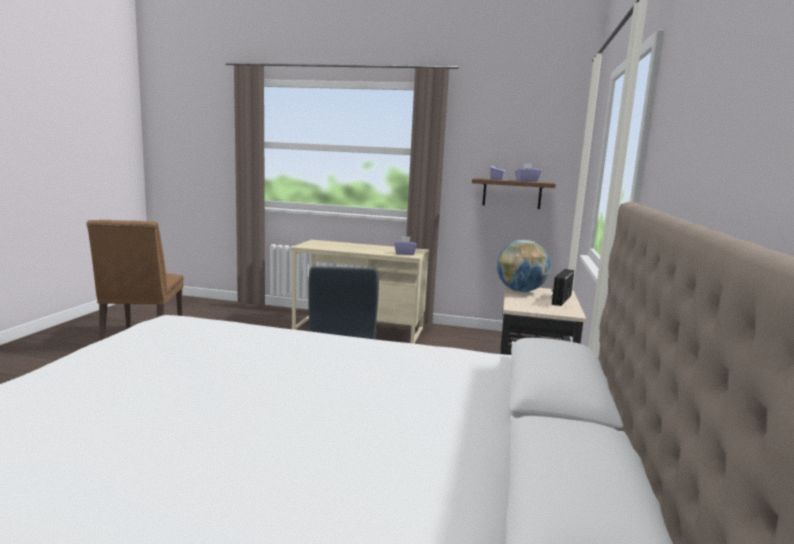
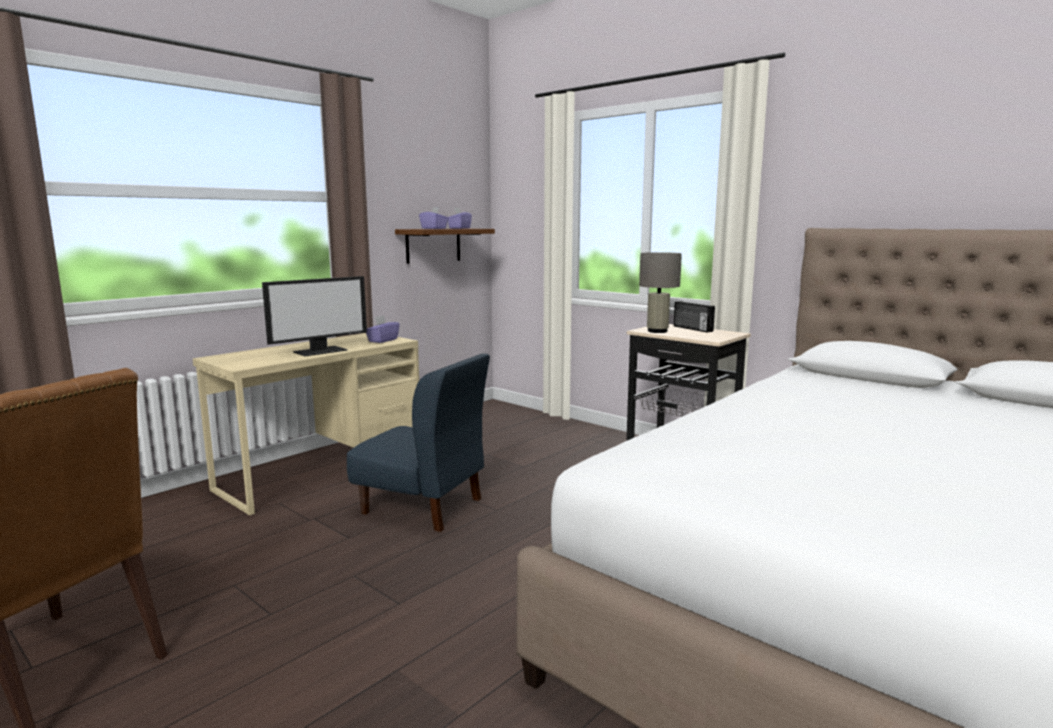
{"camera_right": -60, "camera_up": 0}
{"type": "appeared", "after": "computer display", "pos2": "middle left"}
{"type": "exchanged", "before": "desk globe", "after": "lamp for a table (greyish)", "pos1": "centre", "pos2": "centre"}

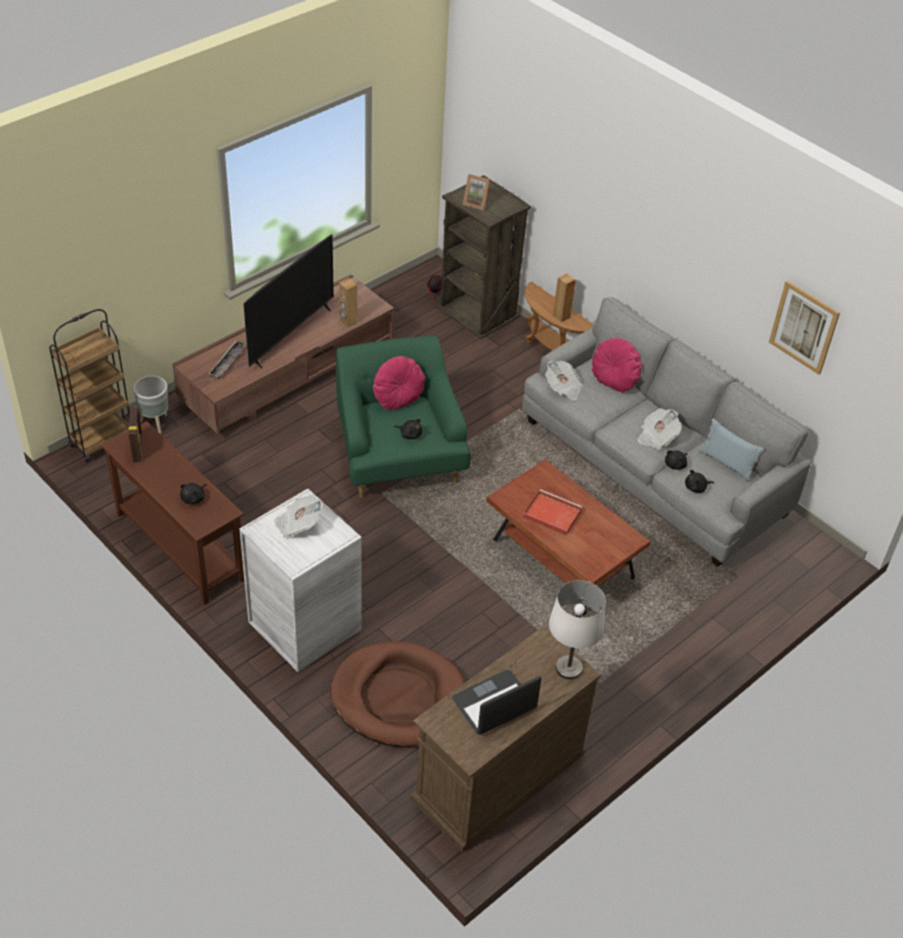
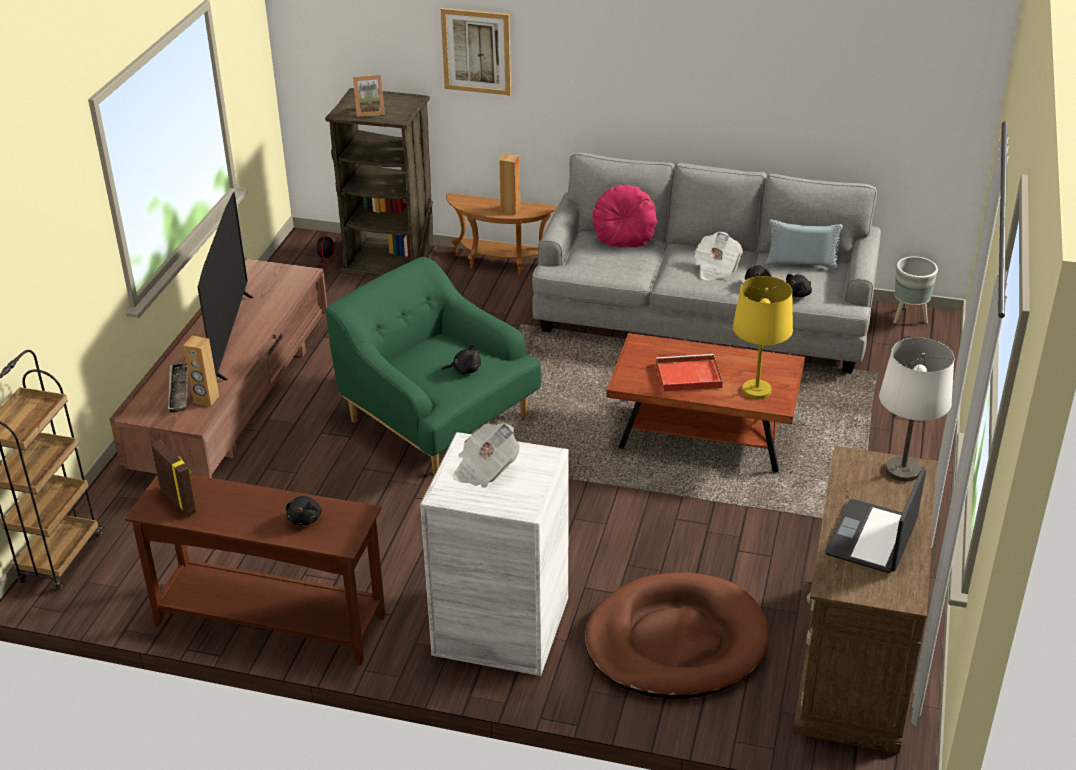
{"camera_right": -30, "camera_up": -10}
{"type": "missing", "before": "throw pillow (pink) (no. 1 from left)", "pos1": "centre"}
{"type": "missing", "before": "daily paper (no. 2 from left)", "pos1": "centre"}
{"type": "appeared", "after": "lamp for a table (yellow)", "pos2": "middle right"}
{"type": "relocated", "before": "planter (greyish)", "pos1": "middle left", "pos2": "middle right"}
{"type": "relocated", "before": "audio speaker (brown) (no. 1 from left)", "pos1": "top centre", "pos2": "middle left"}
{"type": "relocated", "before": "wall picture", "pos1": "middle right", "pos2": "top centre"}

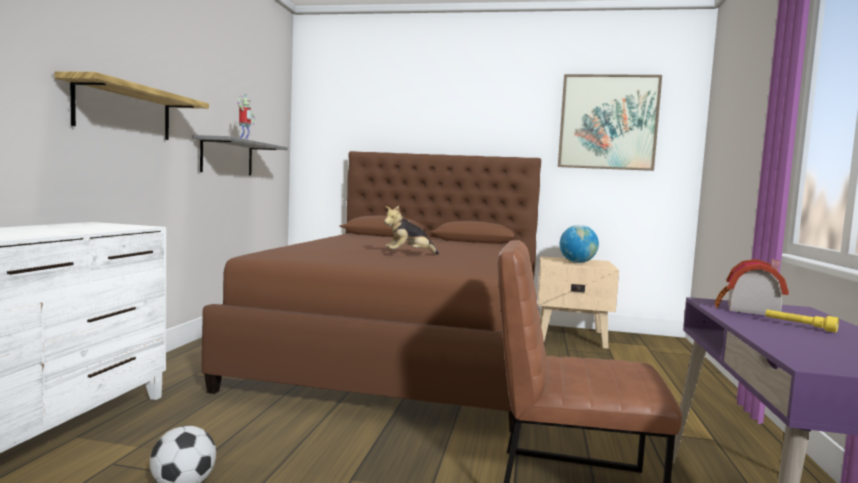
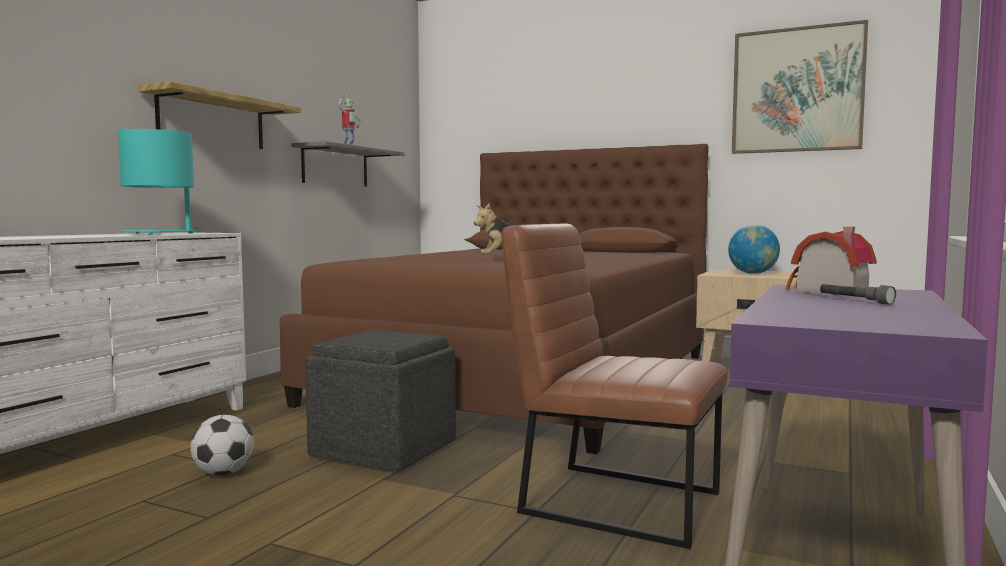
{"camera_right": 15, "camera_up": 0}
{"type": "appeared", "after": "lamp for a table (turquoise)", "pos2": "top left"}
{"type": "appeared", "after": "ottoman (greyish)", "pos2": "bottom centre"}
{"type": "colour", "before": "torch (yellow)", "after": "torch (greyish)", "pos1": "middle right", "pos2": "middle right"}

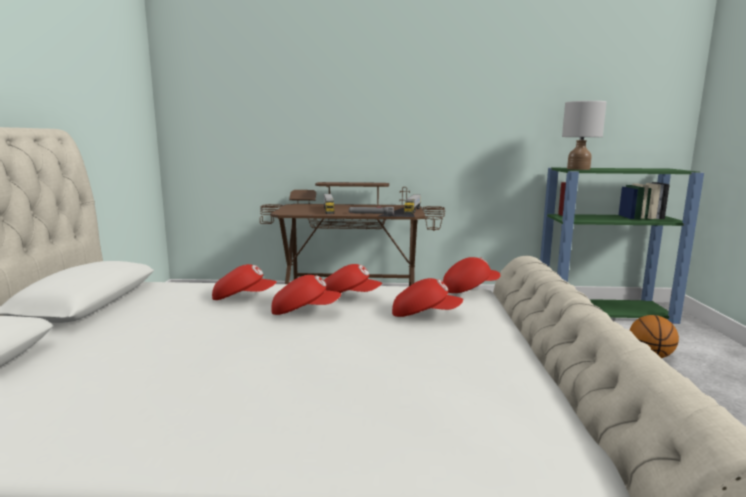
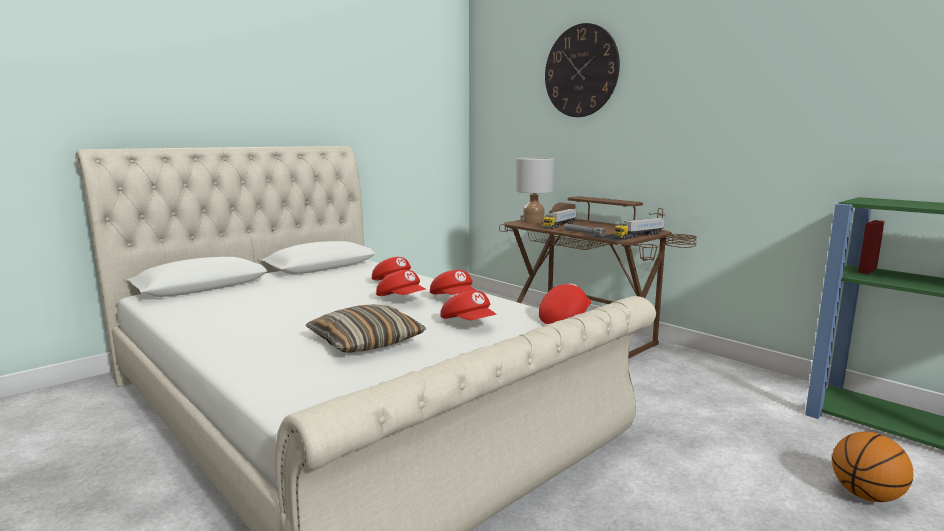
{"camera_right": 45, "camera_up": 0}
{"type": "appeared", "after": "throw pillow", "pos2": "centre"}
{"type": "appeared", "after": "wall clock", "pos2": "top centre"}
{"type": "relocated", "before": "lamp for a table (greyish)", "pos1": "top right", "pos2": "centre"}
{"type": "spun", "before": "baseball cap (red) (no. 5 from left)", "pos1": "centre", "pos2": "centre", "turn": -75}

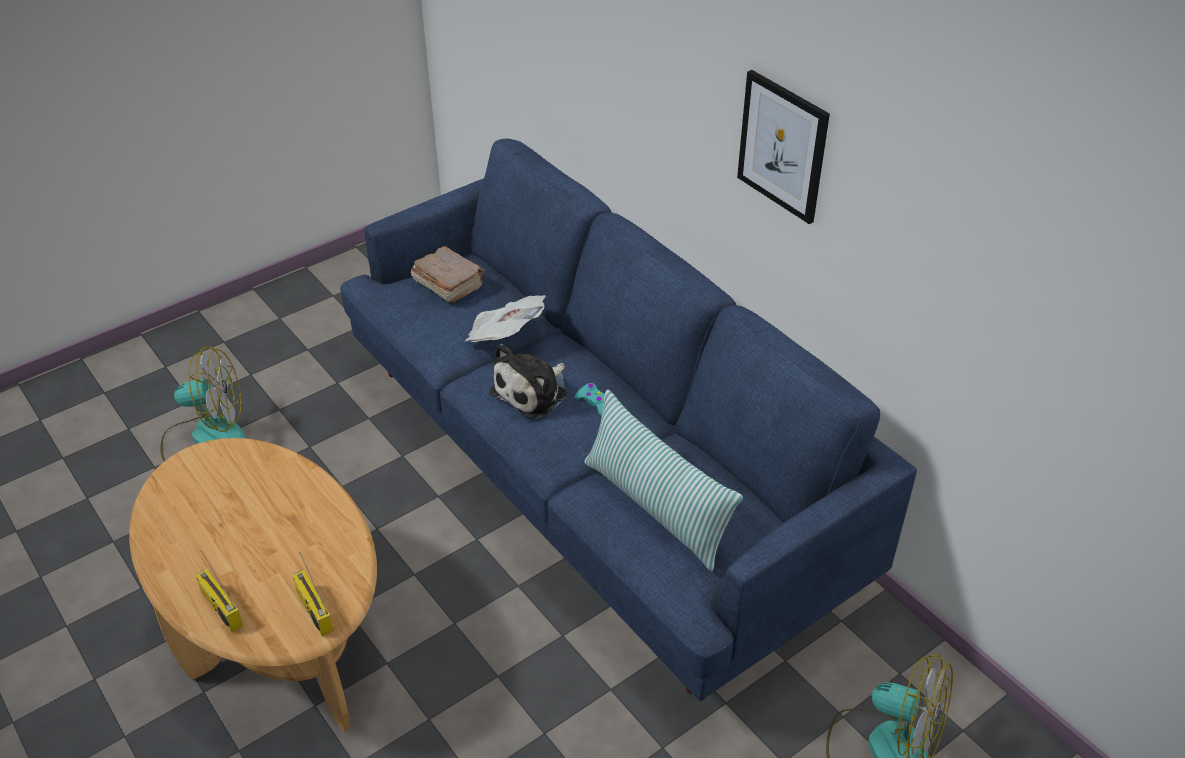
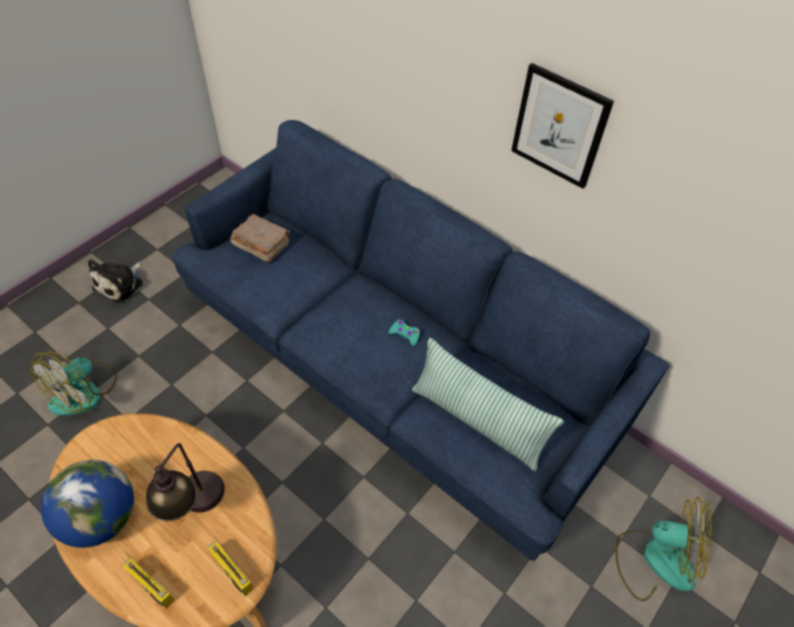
{"camera_right": -15, "camera_up": 10}
{"type": "missing", "before": "daily paper", "pos1": "centre"}
{"type": "appeared", "after": "desk globe", "pos2": "bottom left"}
{"type": "appeared", "after": "lamp for a table", "pos2": "bottom left"}
{"type": "relocated", "before": "plush toy", "pos1": "centre", "pos2": "middle left"}
{"type": "spun", "before": "cooling fan (no. 1 from left)", "pos1": "middle left", "pos2": "middle left", "turn": 135}

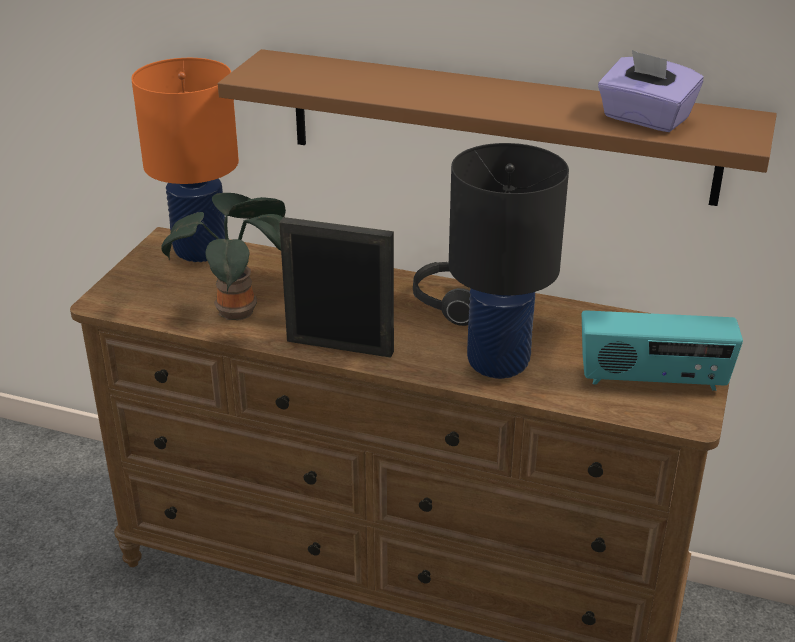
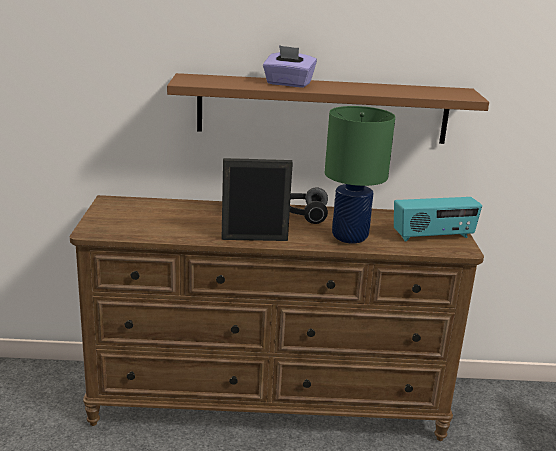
{"camera_right": -20, "camera_up": -10}
{"type": "missing", "before": "lamp for a table (orangey)", "pos1": "top left"}
{"type": "missing", "before": "plant in a pot", "pos1": "middle left"}
{"type": "relocated", "before": "box of tissues (purplish)", "pos1": "top right", "pos2": "top centre"}
{"type": "colour", "before": "lamp for a table (blackish)", "after": "lamp for a table (green-coloured)", "pos1": "centre", "pos2": "centre"}

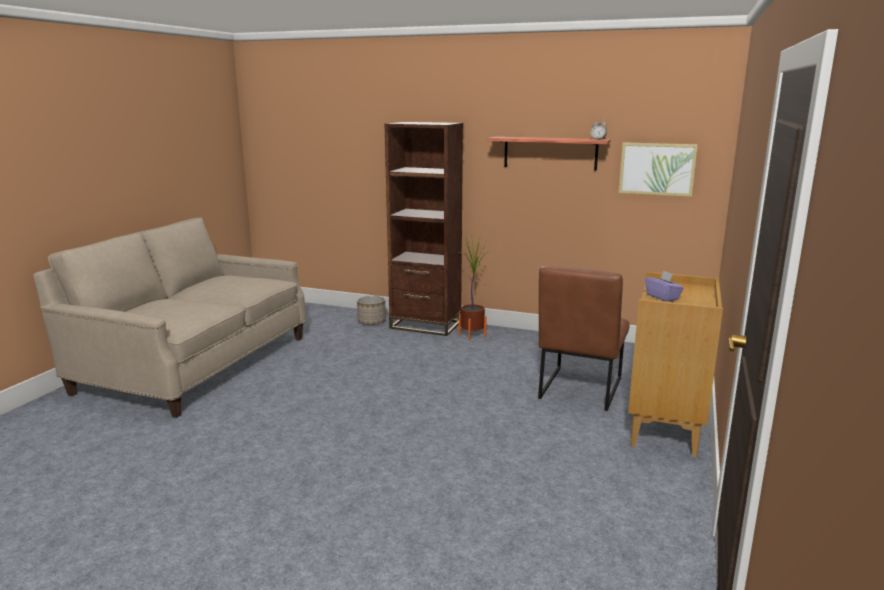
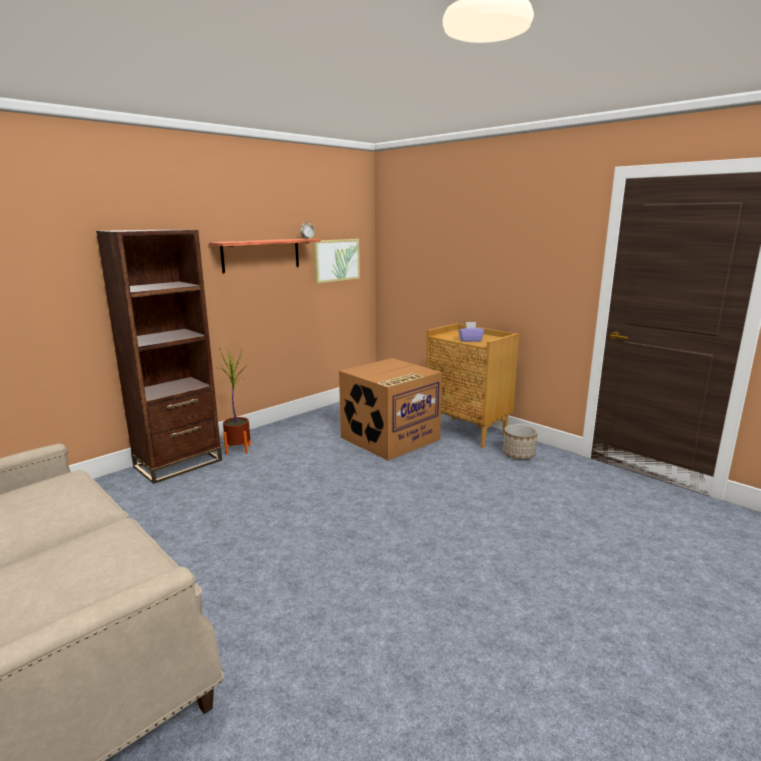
{"camera_right": -65, "camera_up": 0}
{"type": "relocated", "before": "planter", "pos1": "centre", "pos2": "middle right"}
{"type": "exchanged", "before": "plain chair (brown)", "after": "carton", "pos1": "centre", "pos2": "centre"}

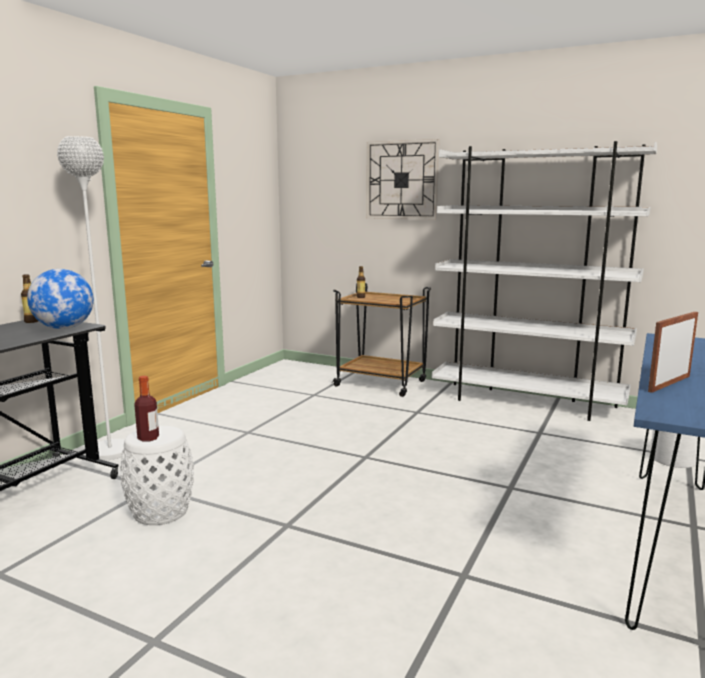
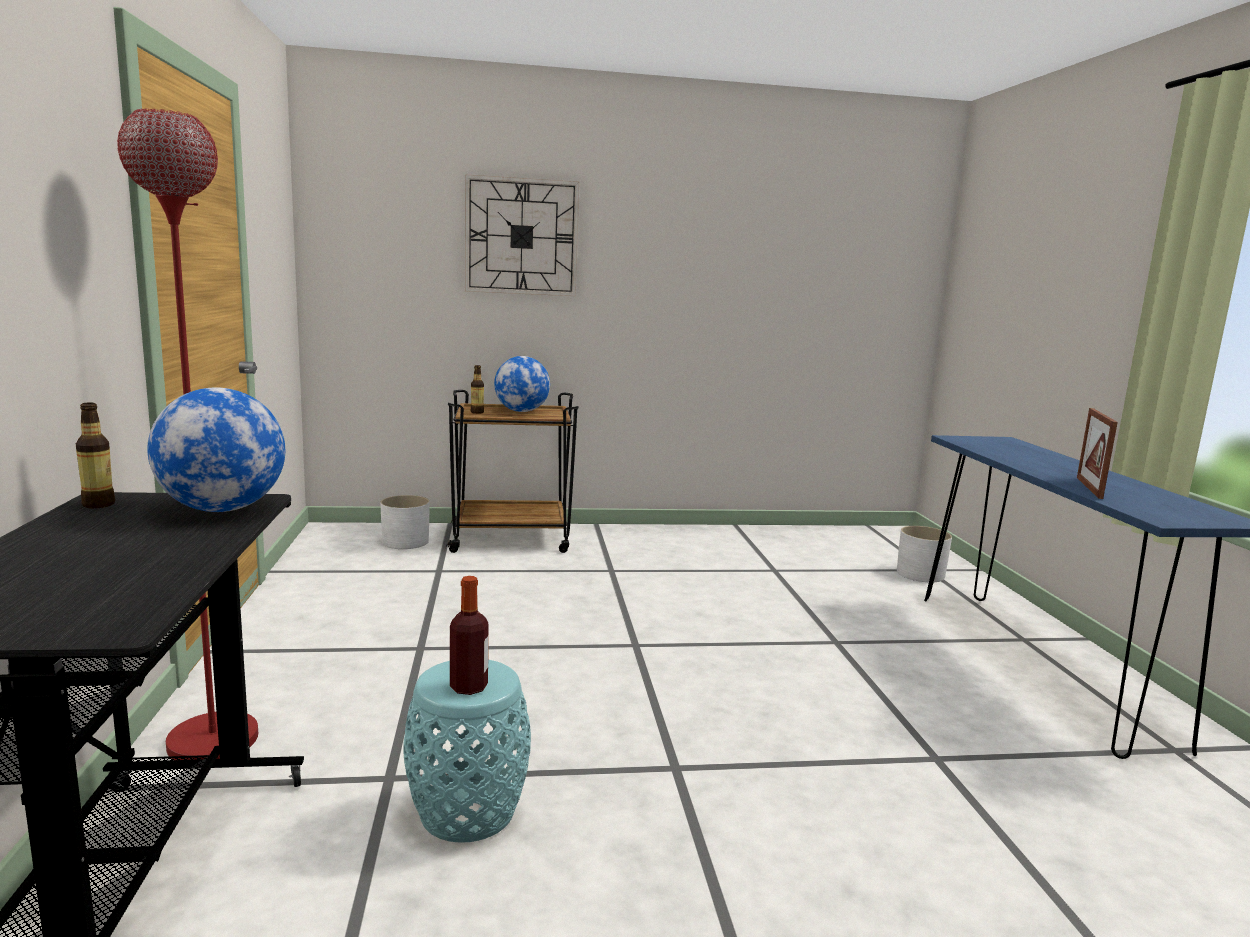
{"camera_right": -35, "camera_up": 0}
{"type": "missing", "before": "bookshelf (white-coloured)", "pos1": "middle right"}
{"type": "appeared", "after": "planter (white-coloured) (no. 1 from left)", "pos2": "middle left"}
{"type": "appeared", "after": "desk globe (no. 2 from left)", "pos2": "centre"}
{"type": "colour", "before": "standing lamp (white-coloured)", "after": "standing lamp (red)", "pos1": "middle left", "pos2": "middle left"}
{"type": "colour", "before": "stool (white-coloured)", "after": "stool (turquoise)", "pos1": "bottom left", "pos2": "bottom centre"}

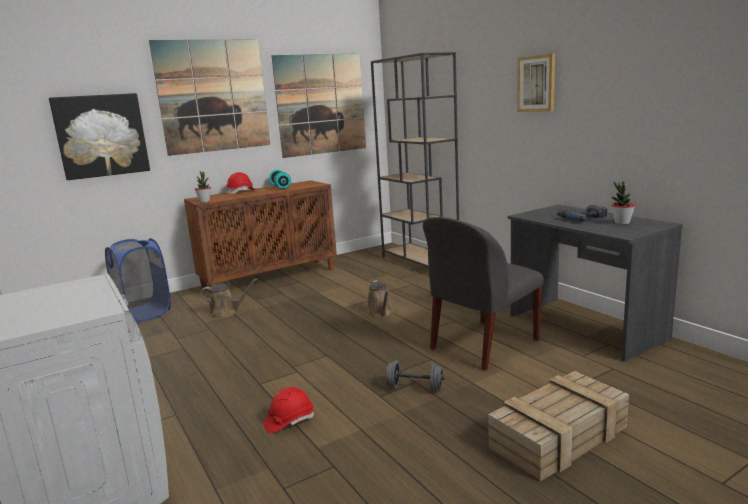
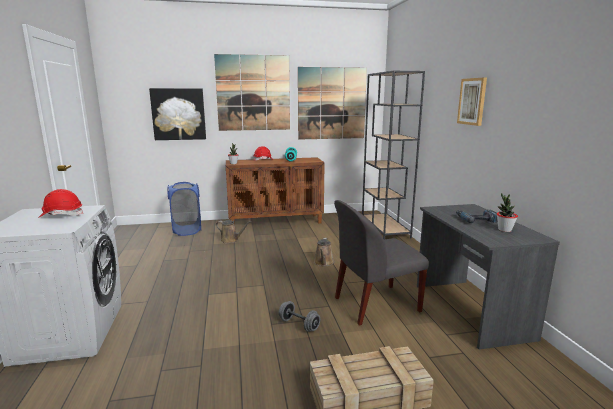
{"camera_right": 20, "camera_up": 0}
{"type": "relocated", "before": "work helmet (red) (no. 2 from left in the first image)", "after": "work helmet (red) (no. 1 from left)", "pos1": "bottom centre", "pos2": "middle left"}

